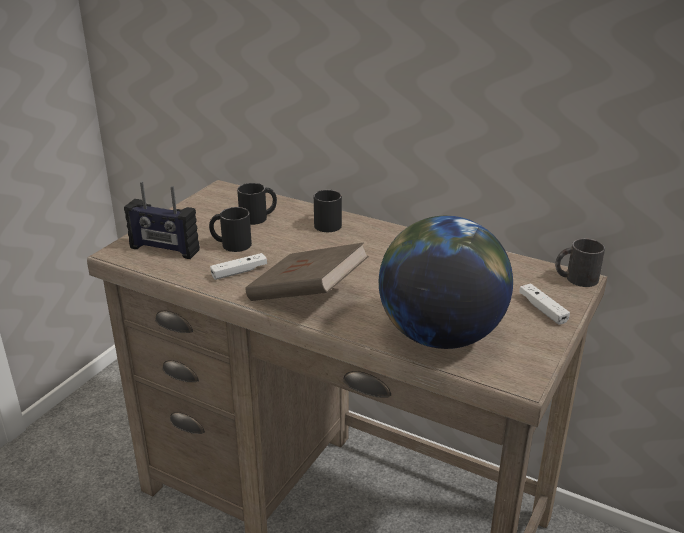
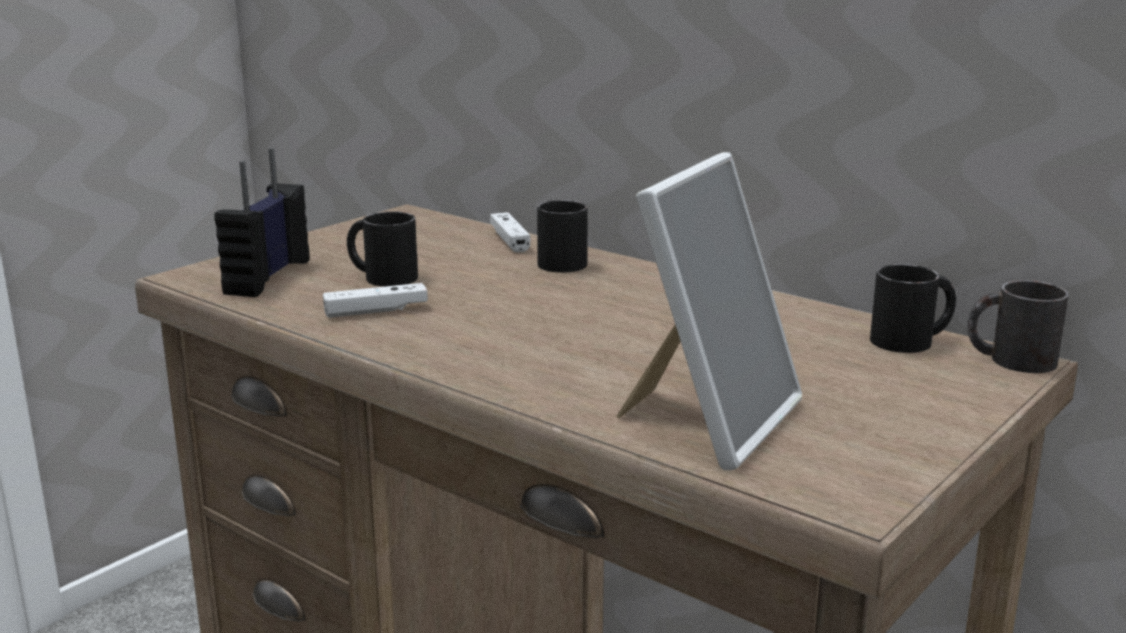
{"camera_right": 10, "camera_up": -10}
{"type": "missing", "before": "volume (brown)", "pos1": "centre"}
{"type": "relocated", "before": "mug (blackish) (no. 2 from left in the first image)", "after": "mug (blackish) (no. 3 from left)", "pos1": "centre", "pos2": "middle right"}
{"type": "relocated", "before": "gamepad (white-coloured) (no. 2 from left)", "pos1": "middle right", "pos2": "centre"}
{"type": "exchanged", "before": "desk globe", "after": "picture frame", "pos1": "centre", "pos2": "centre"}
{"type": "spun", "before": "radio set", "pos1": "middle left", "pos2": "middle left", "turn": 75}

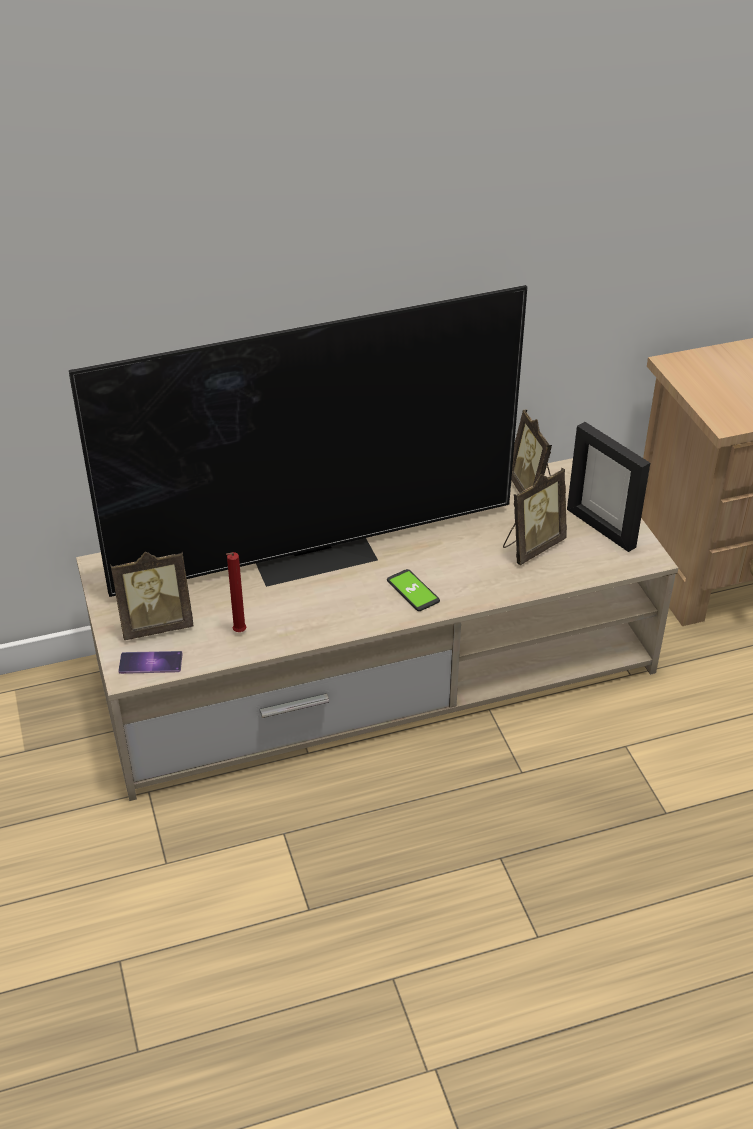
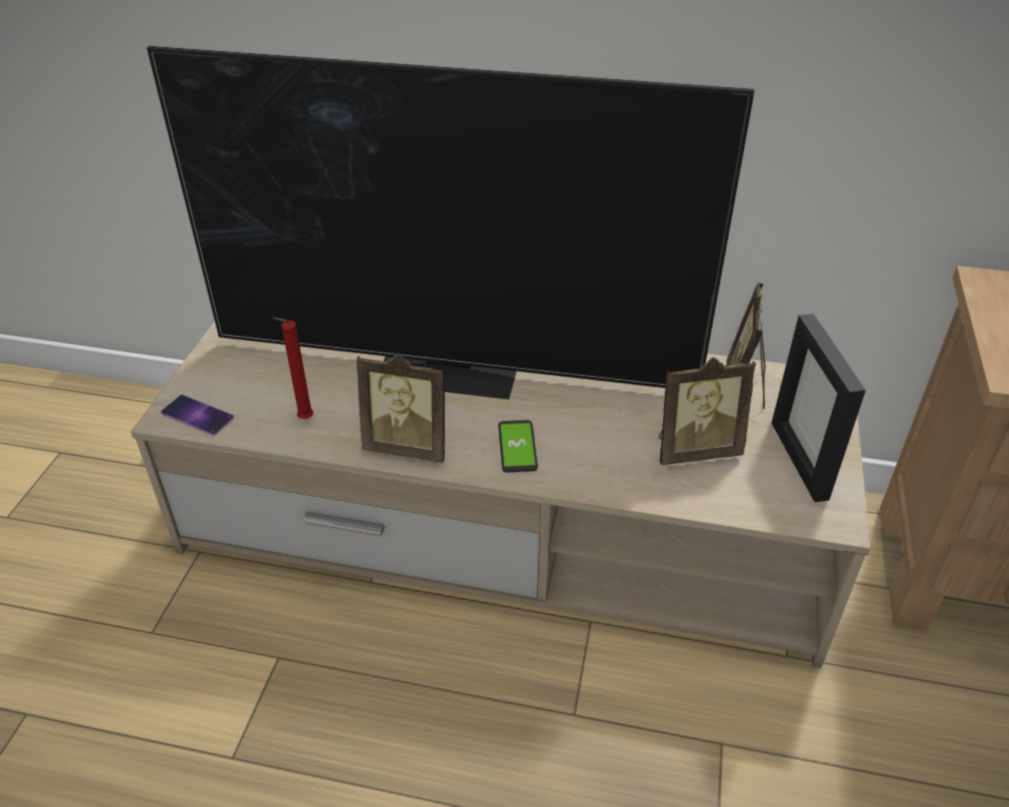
{"camera_right": 30, "camera_up": 0}
{"type": "relocated", "before": "picture frame (no. 1 from left)", "pos1": "middle left", "pos2": "centre"}

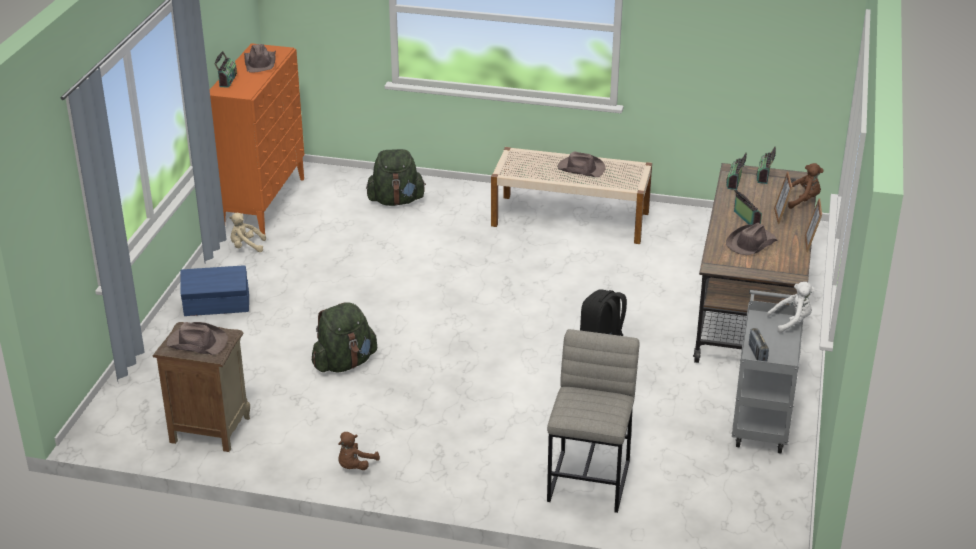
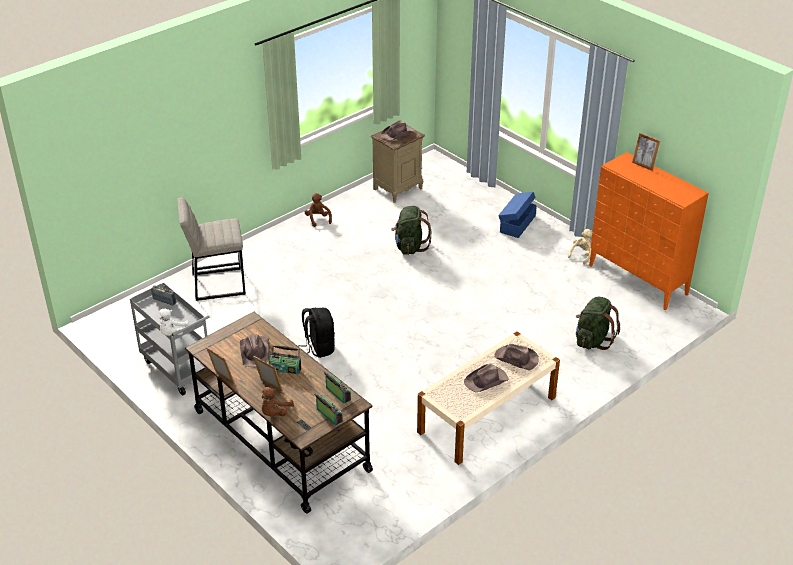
{"camera_right": 125, "camera_up": 5}
{"type": "relocated", "before": "wearable hat (brown) (no. 2 from left in the first image)", "after": "wearable hat (brown) (no. 4 from left)", "pos1": "top left", "pos2": "centre"}
{"type": "exchanged", "before": "radio set (no. 1 from left)", "after": "picture frame (no. 3 from left)", "pos1": "top left", "pos2": "top right"}
{"type": "spun", "before": "plain chair (greyish)", "pos1": "bottom centre", "pos2": "middle left", "turn": 120}

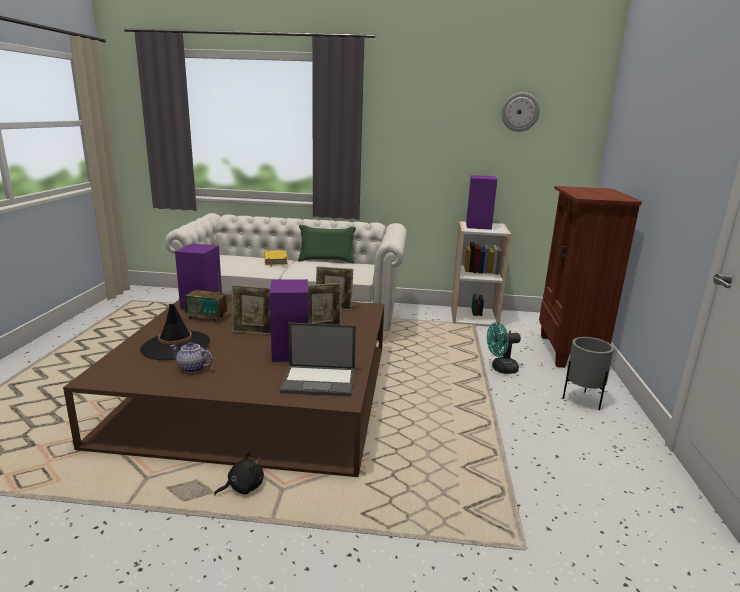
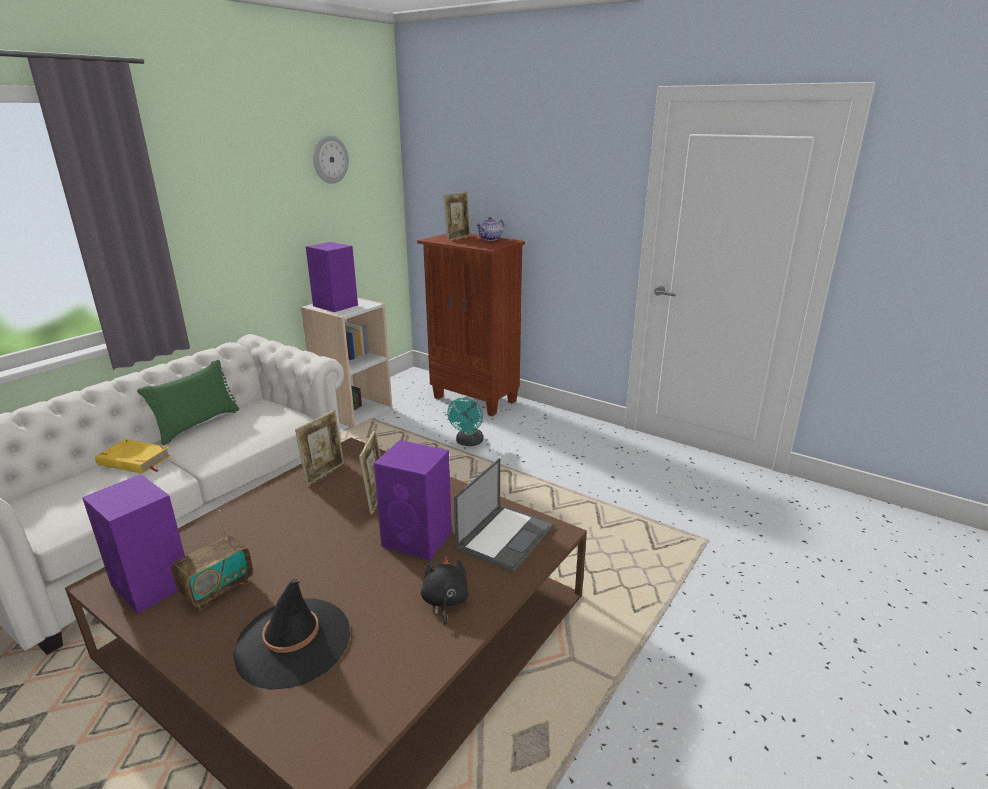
{"camera_right": -60, "camera_up": 5}
{"type": "missing", "before": "planter (greyish)", "pos1": "middle right"}
{"type": "relocated", "before": "pot for tea", "pos1": "middle left", "pos2": "top centre"}
{"type": "relocated", "before": "plush toy (blackish)", "pos1": "bottom left", "pos2": "bottom centre"}
{"type": "relocated", "before": "picture frame (no. 1 from left in the first image)", "after": "picture frame (no. 3 from left)", "pos1": "centre", "pos2": "top centre"}

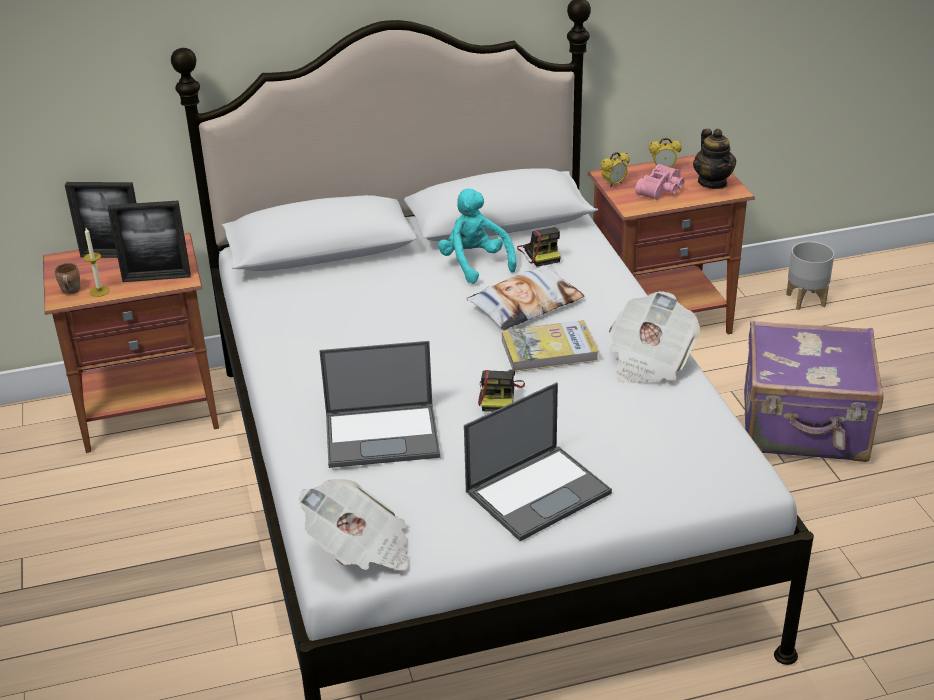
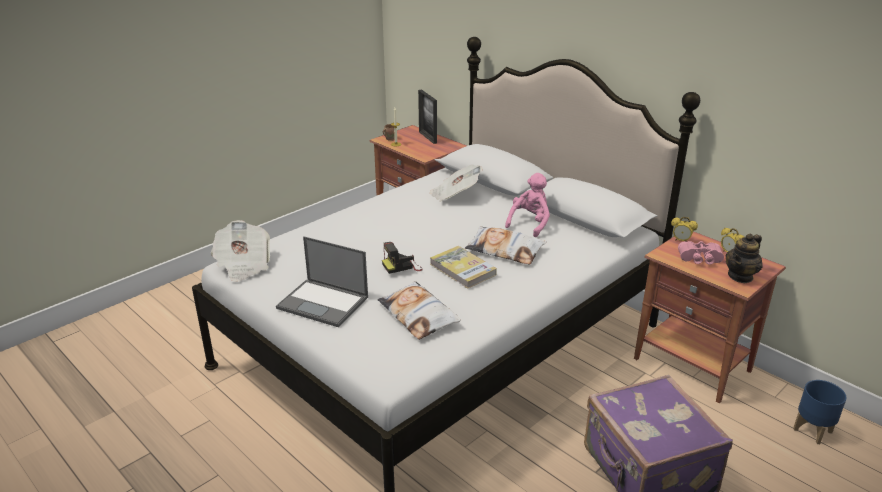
{"camera_right": 60, "camera_up": -5}
{"type": "missing", "before": "picture frame (no. 2 from left)", "pos1": "middle left"}
{"type": "missing", "before": "notebook computer (no. 1 from left)", "pos1": "centre"}
{"type": "missing", "before": "still camera (no. 2 from left)", "pos1": "centre"}
{"type": "appeared", "after": "throw pillow (no. 1 from left)", "pos2": "centre"}
{"type": "relocated", "before": "daily paper (no. 2 from left)", "pos1": "middle right", "pos2": "centre"}
{"type": "colour", "before": "plush toy (turquoise)", "after": "plush toy (pink)", "pos1": "centre", "pos2": "centre"}
{"type": "colour", "before": "planter (greyish)", "after": "planter (blue-coloured)", "pos1": "middle right", "pos2": "bottom right"}

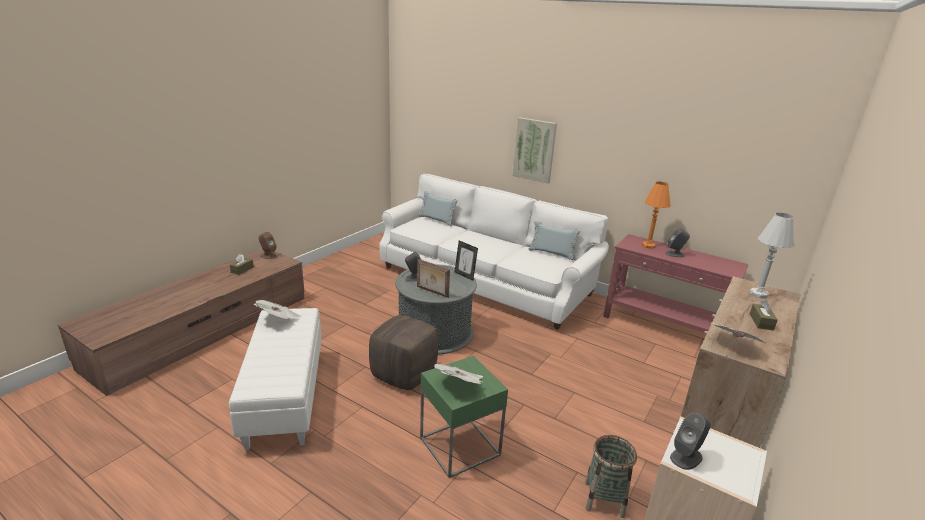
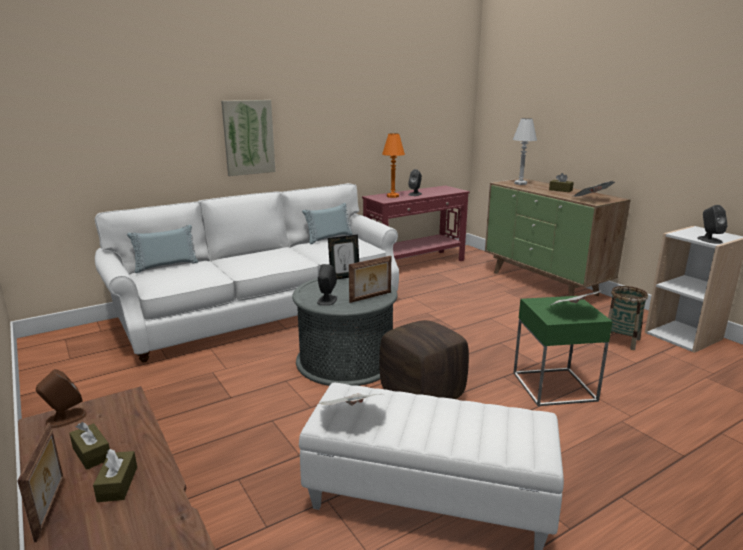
{"camera_right": -65, "camera_up": -5}
{"type": "appeared", "after": "picture frame (no. 1 from left)", "pos2": "bottom left"}
{"type": "appeared", "after": "box of tissues (brown) (no. 2 from left)", "pos2": "bottom left"}

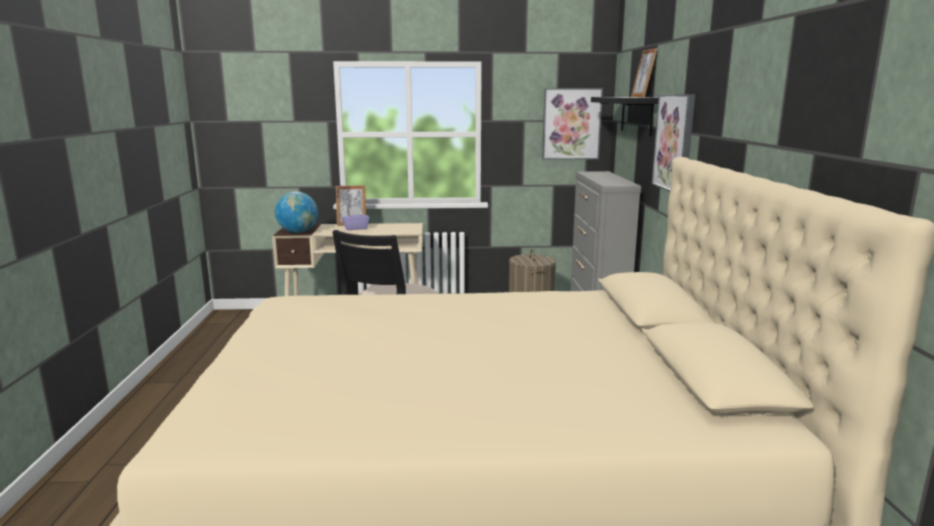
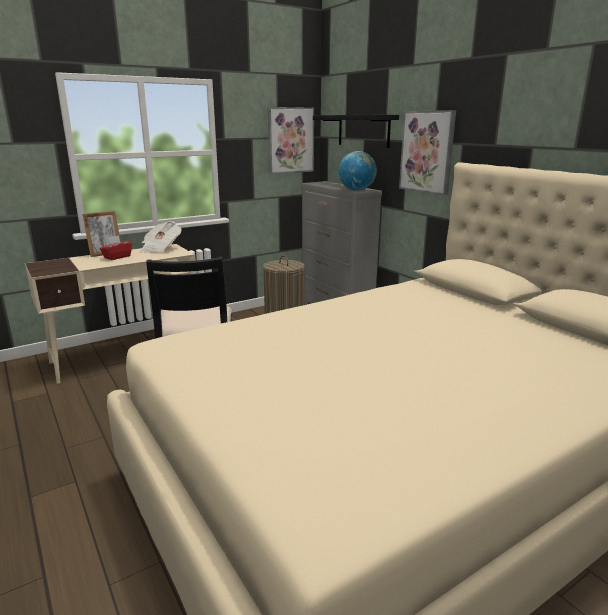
{"camera_right": -30, "camera_up": 5}
{"type": "missing", "before": "picture frame (no. 2 from left)", "pos1": "top right"}
{"type": "appeared", "after": "daily paper", "pos2": "middle left"}
{"type": "relocated", "before": "desk globe", "pos1": "middle left", "pos2": "top centre"}
{"type": "colour", "before": "box of tissues (purplish)", "after": "box of tissues (red)", "pos1": "centre", "pos2": "middle left"}

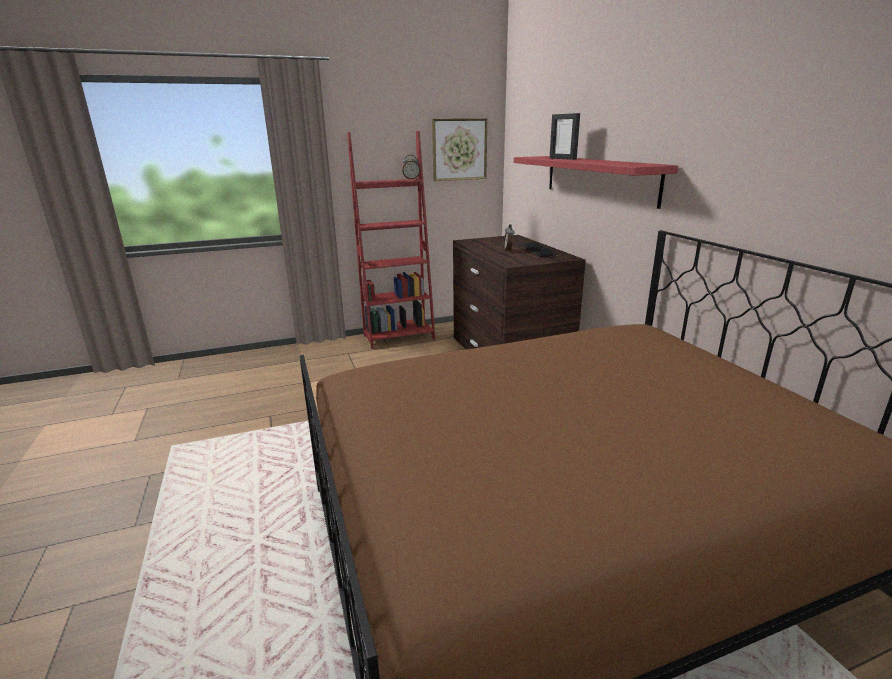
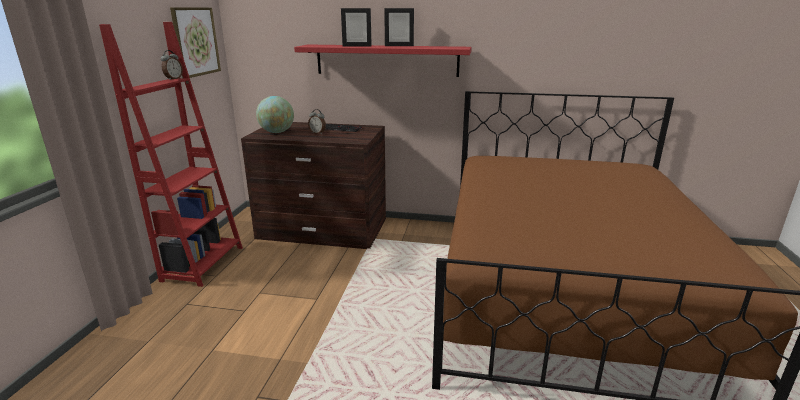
{"camera_right": -60, "camera_up": 0}
{"type": "appeared", "after": "desk globe", "pos2": "top centre"}
{"type": "appeared", "after": "picture frame (no. 2 from left)", "pos2": "top centre"}

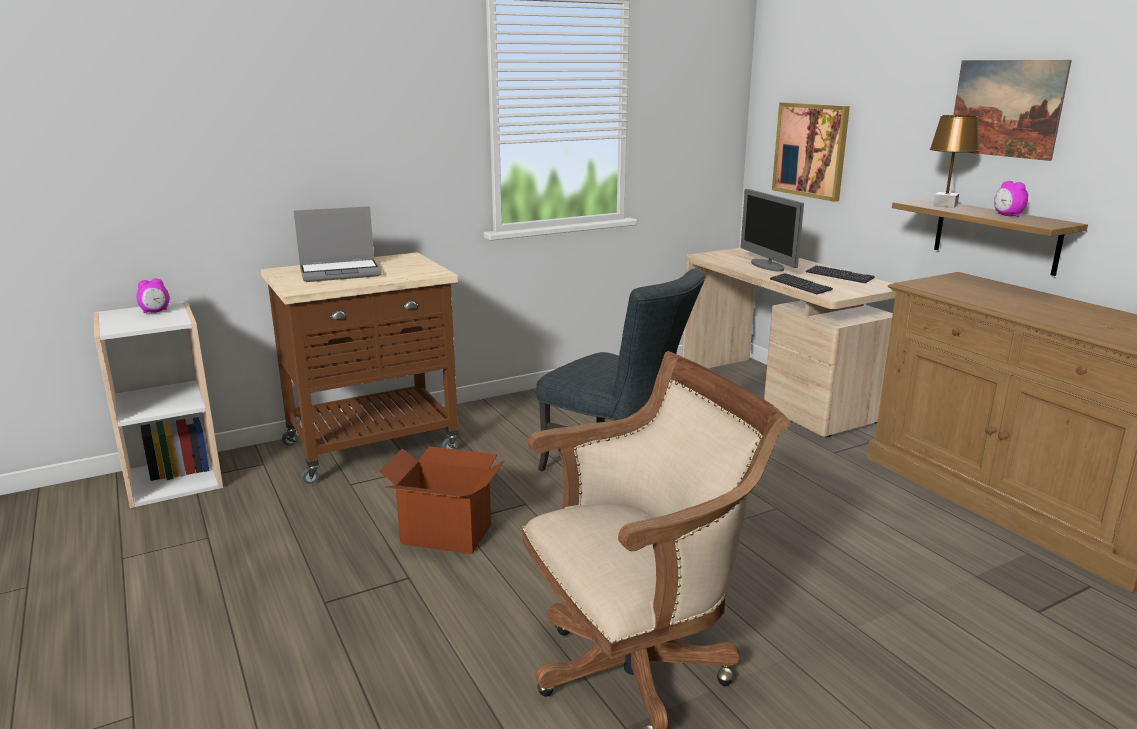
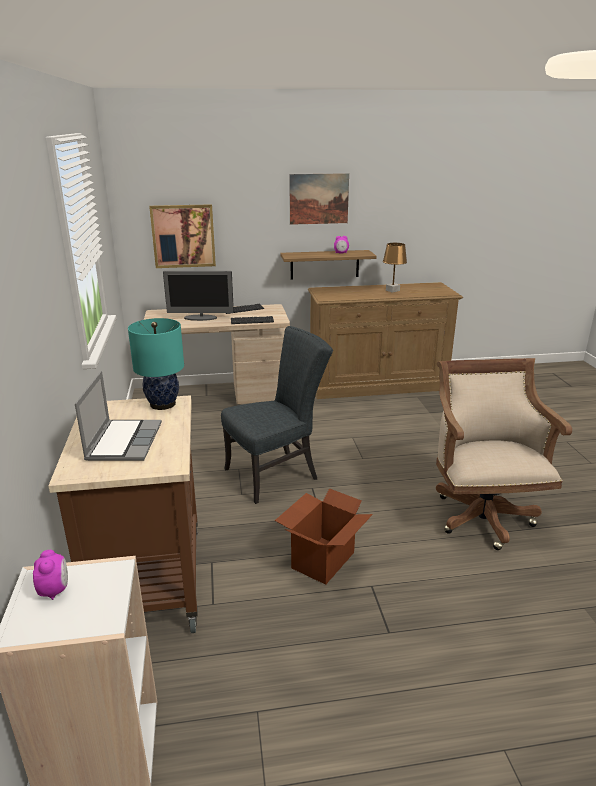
{"camera_right": -70, "camera_up": 5}
{"type": "appeared", "after": "lamp for a table (turquoise)", "pos2": "middle left"}
{"type": "relocated", "before": "lamp for a table (brown)", "pos1": "top right", "pos2": "centre"}

